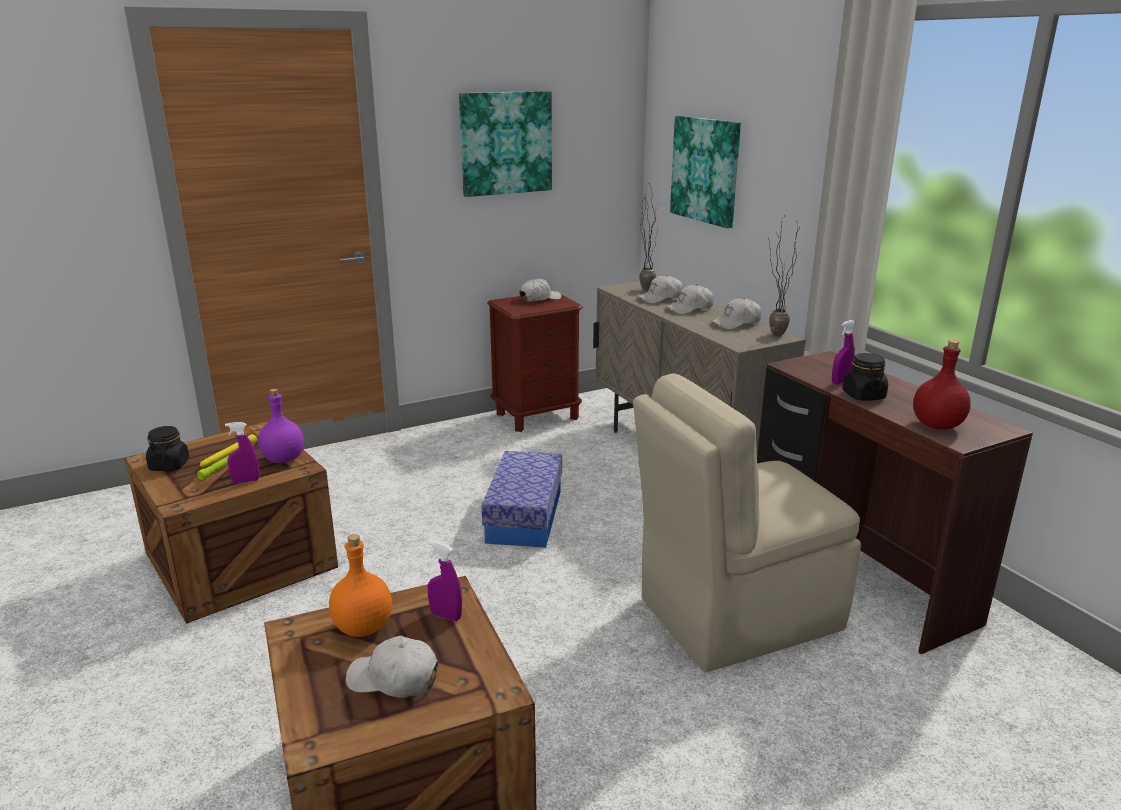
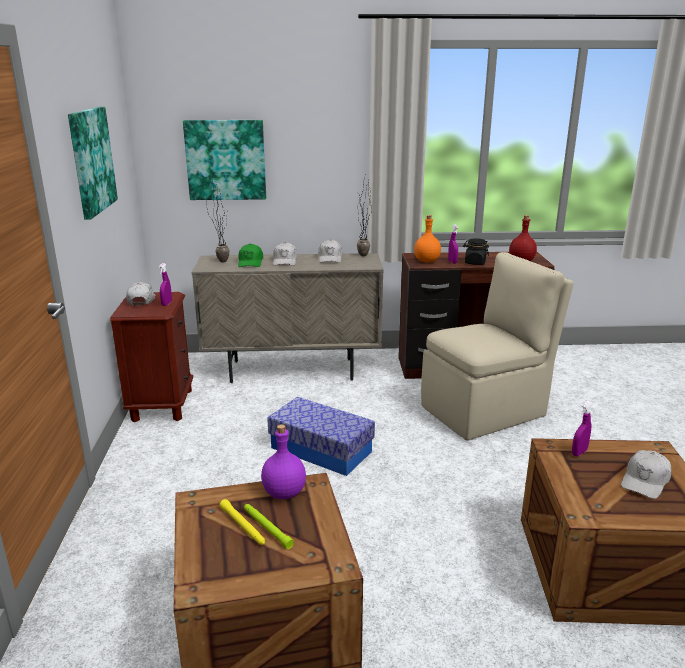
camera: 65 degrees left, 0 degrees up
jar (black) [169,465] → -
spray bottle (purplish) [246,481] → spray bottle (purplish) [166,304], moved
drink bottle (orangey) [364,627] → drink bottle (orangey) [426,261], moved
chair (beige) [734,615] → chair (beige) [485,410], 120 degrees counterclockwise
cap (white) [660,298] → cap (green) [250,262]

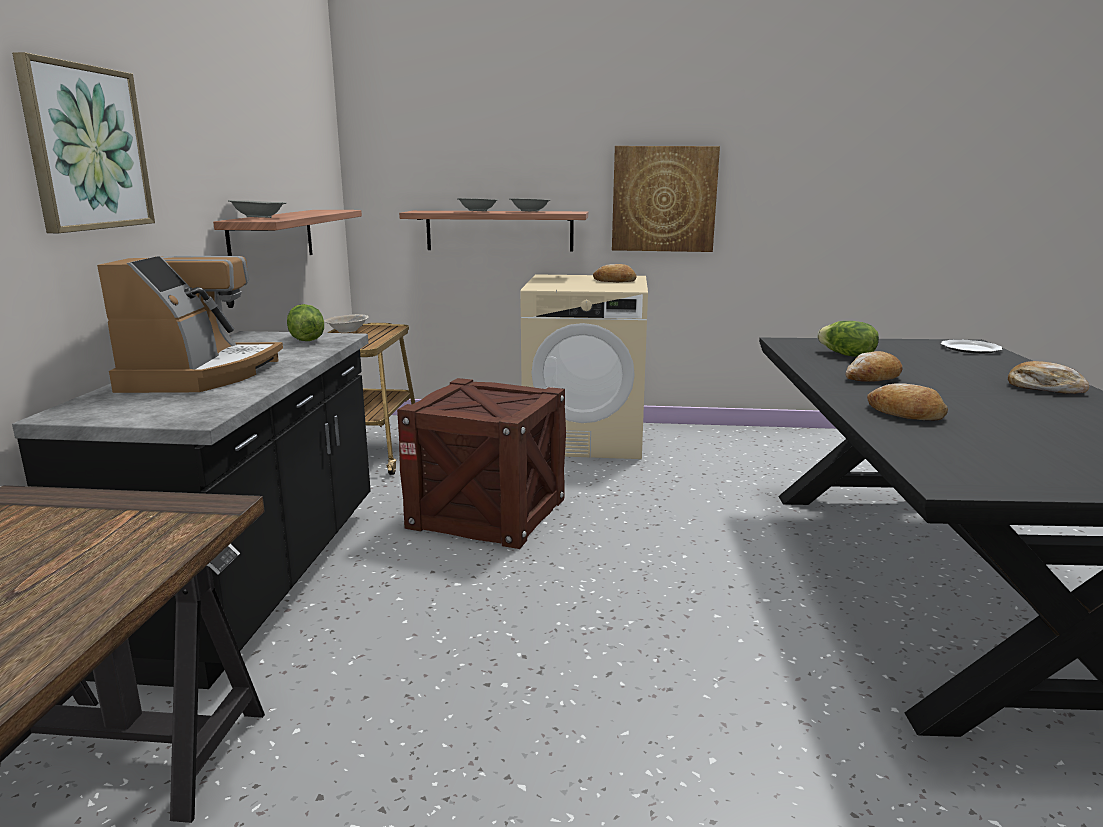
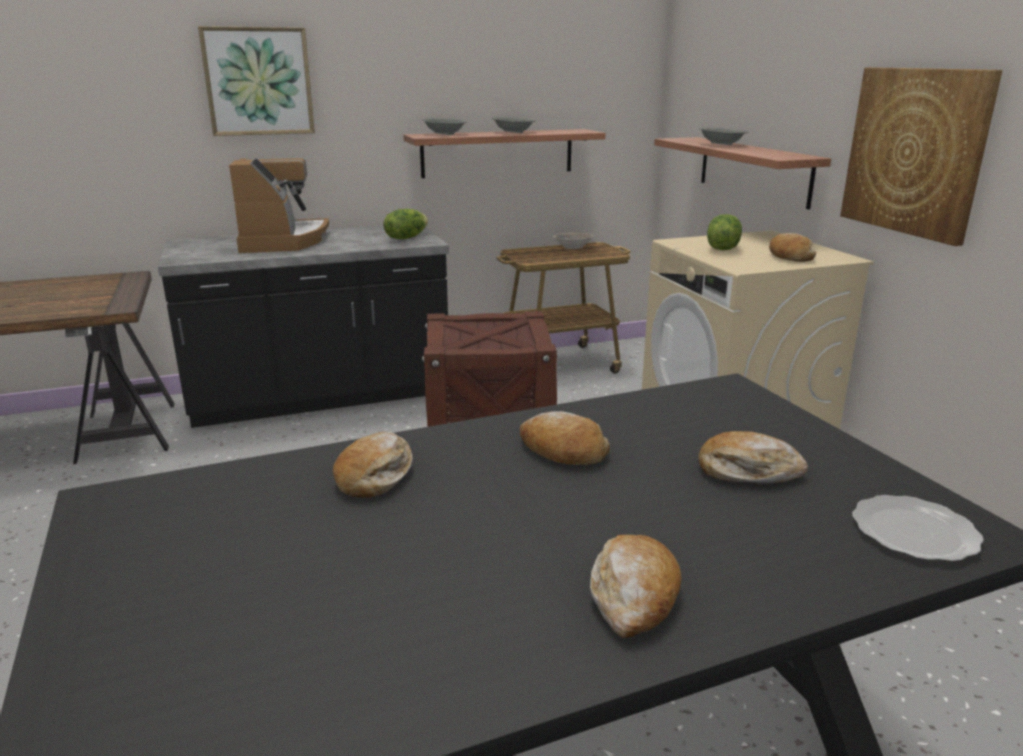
camera: 65 degrees right, 5 degrees up
coffee maker [201,374] → coffee maker [283,241], 75 degrees counterclockwise
bowl (gray) [529,211] → bowl (gray) [513,132], moved
head of lettuce [846,355] → head of lettuce [722,248], moved
- → baked bread [747,471]

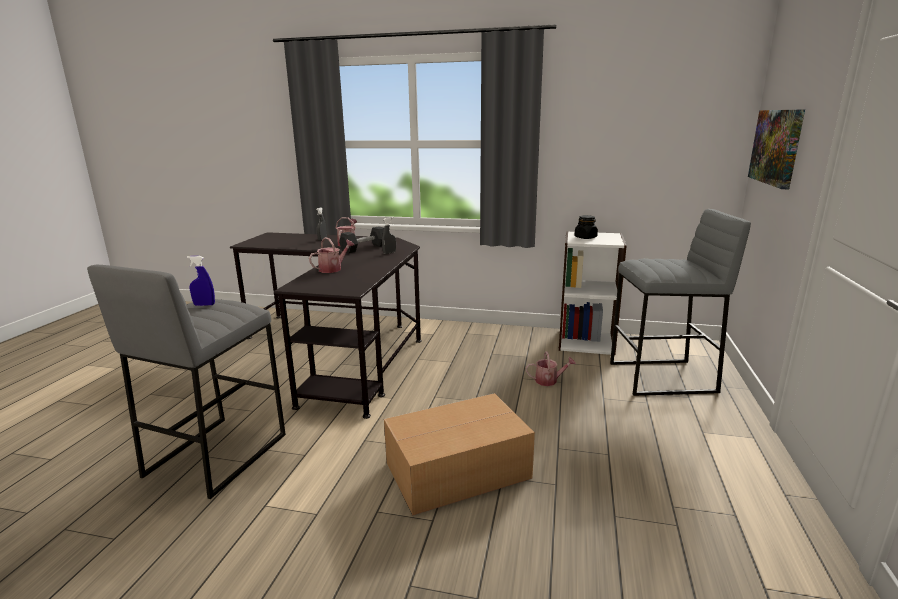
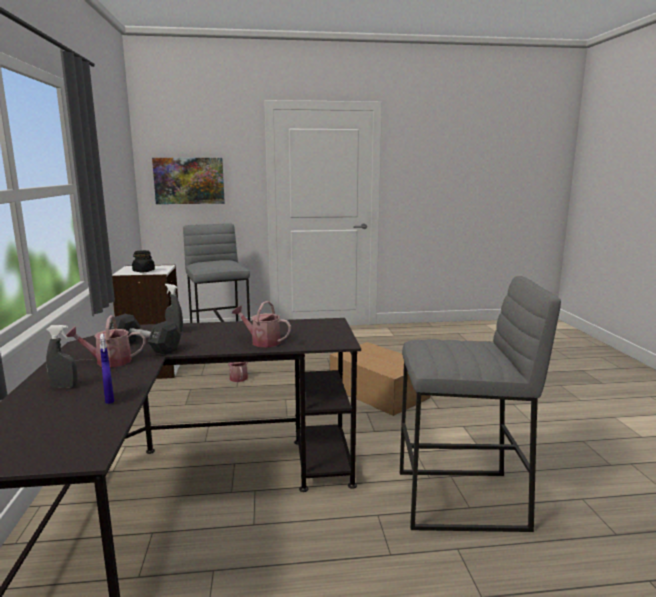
camera: 110 degrees left, 5 degrees down
spray bottle (blue-coloured) [204,305] → spray bottle (blue-coloured) [109,399], moved

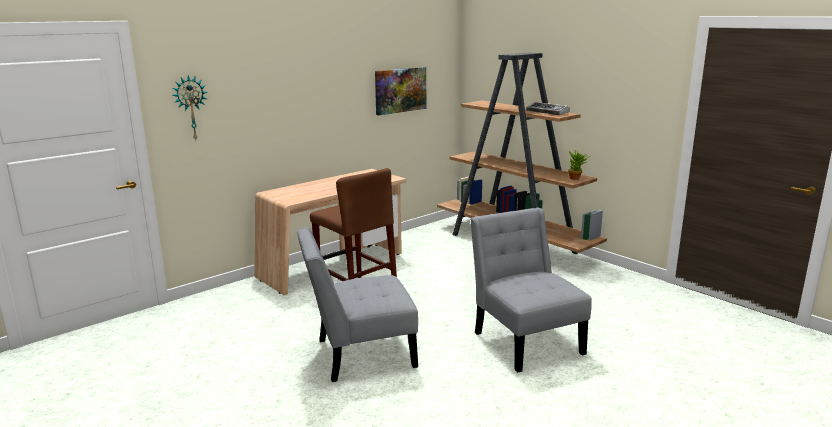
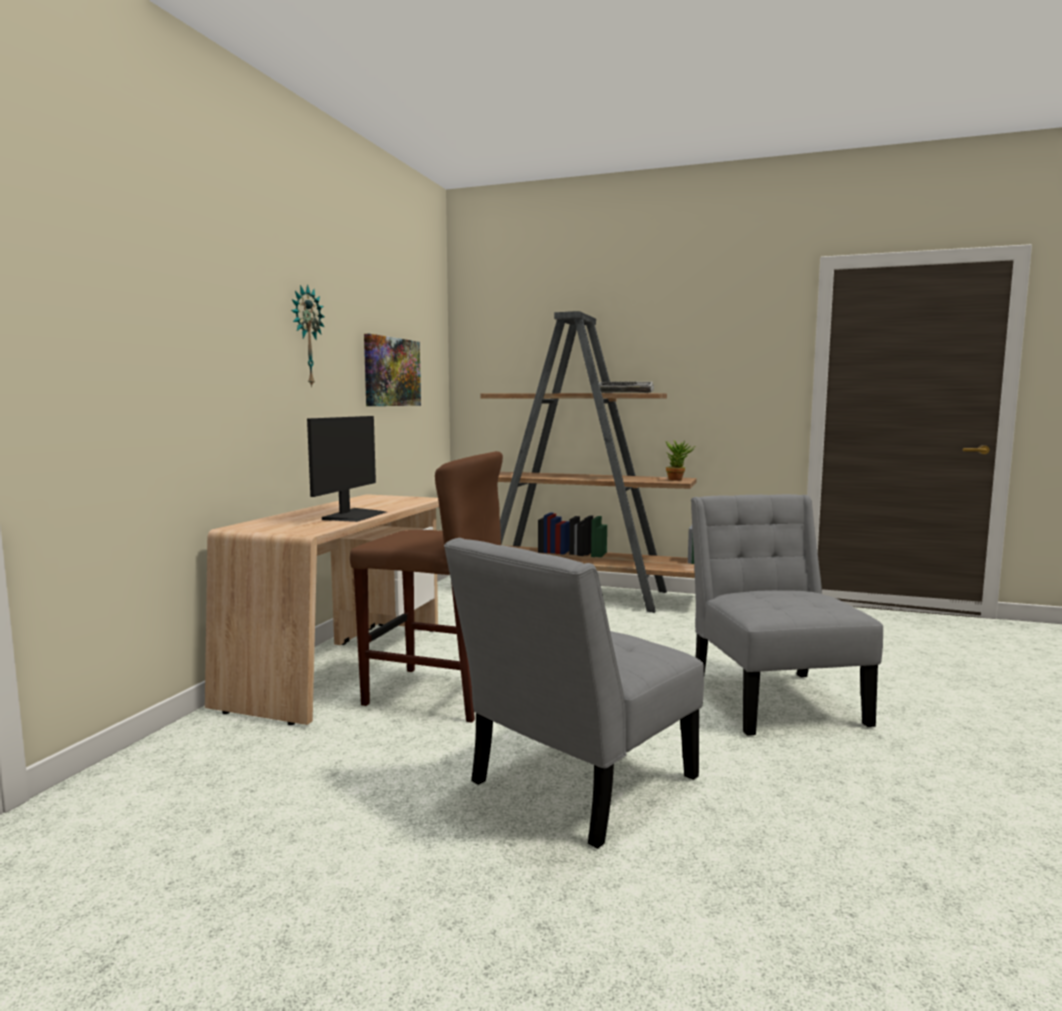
camera: 30 degrees left, 10 degrees down
wall clock [190,108] → wall clock [305,336], moved
chair (gray) [525,340] → chair (gray) [773,698], 45 degrees clockwise
- → computer screen [354,515]

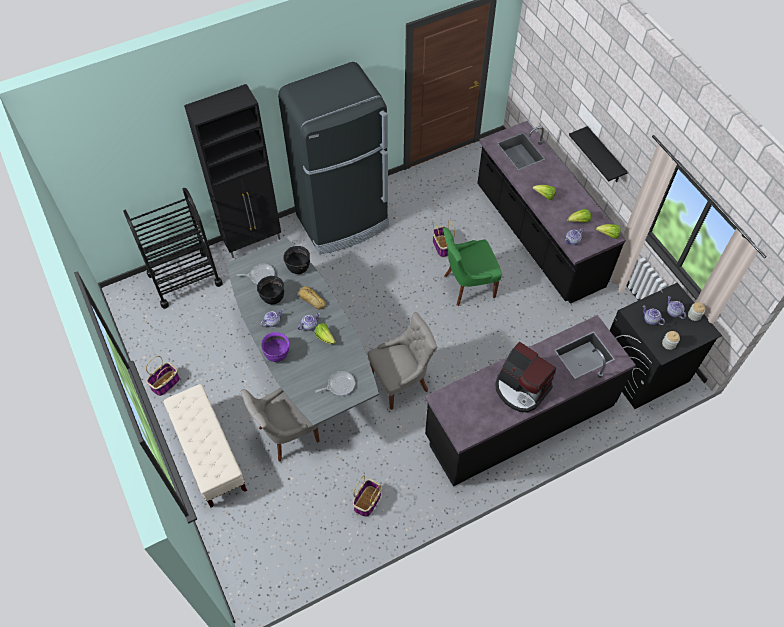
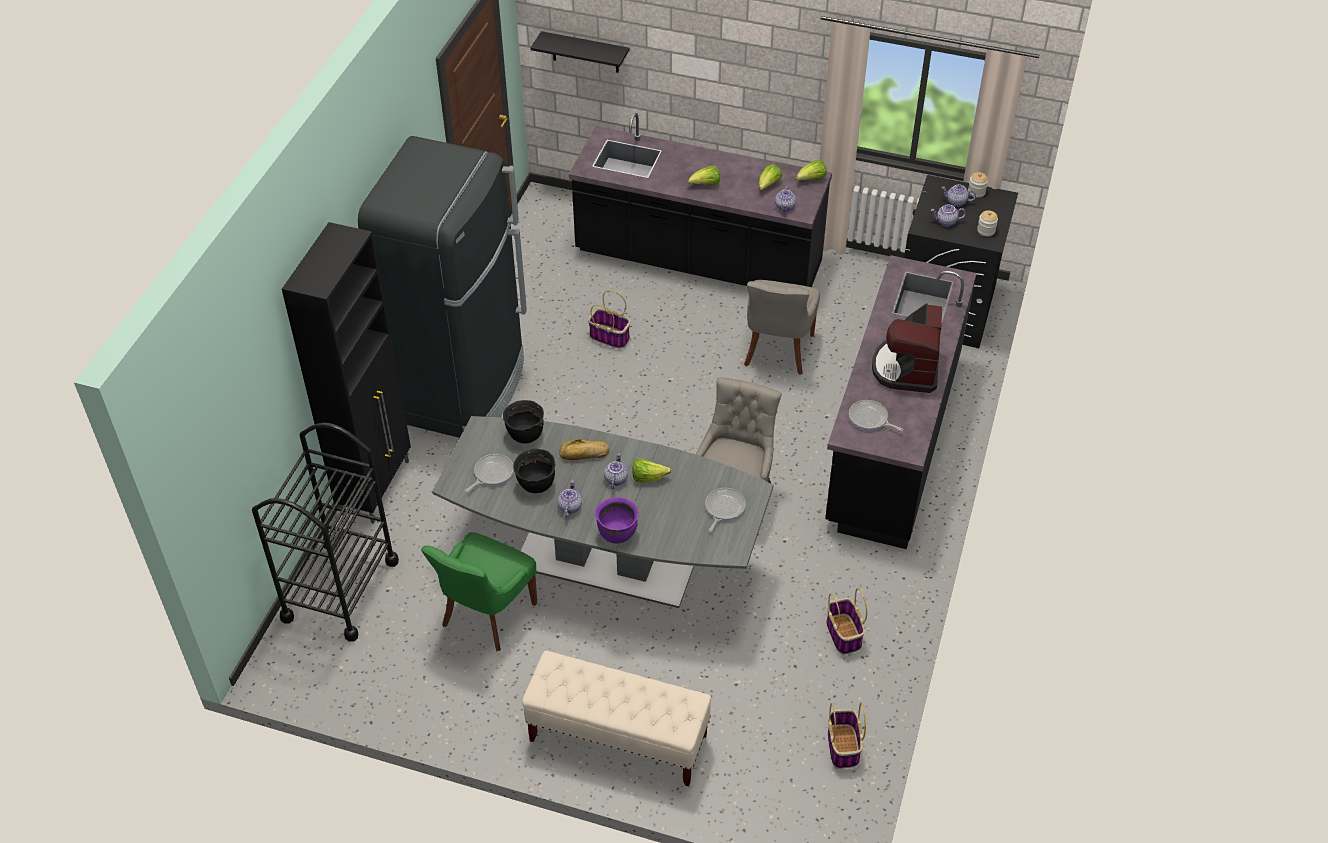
camera: 45 degrees left, 10 degrees down
storage basket [165,384] → storage basket [843,747], moved
chair (gray) [287,434] → chair (gray) [777,351], moved
chair (green) [467,285] → chair (green) [486,615], moved
coffee maker [521,388] → coffee maker [906,368], 105 degrees clockwise
bracket shelf (black) [604,156] → bracket shelf (black) [585,52], moved
- → skillet [870,419]

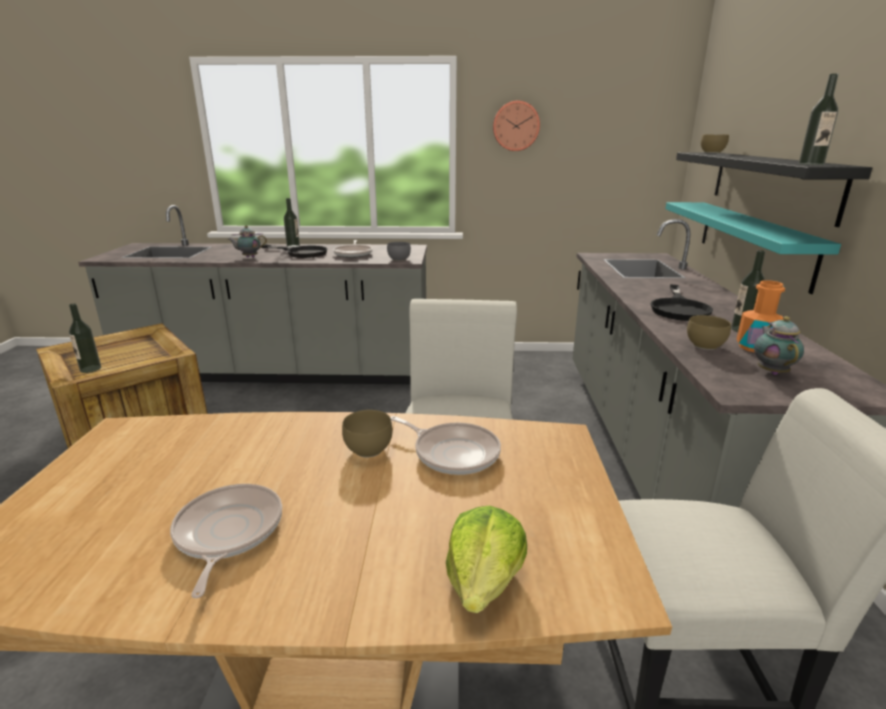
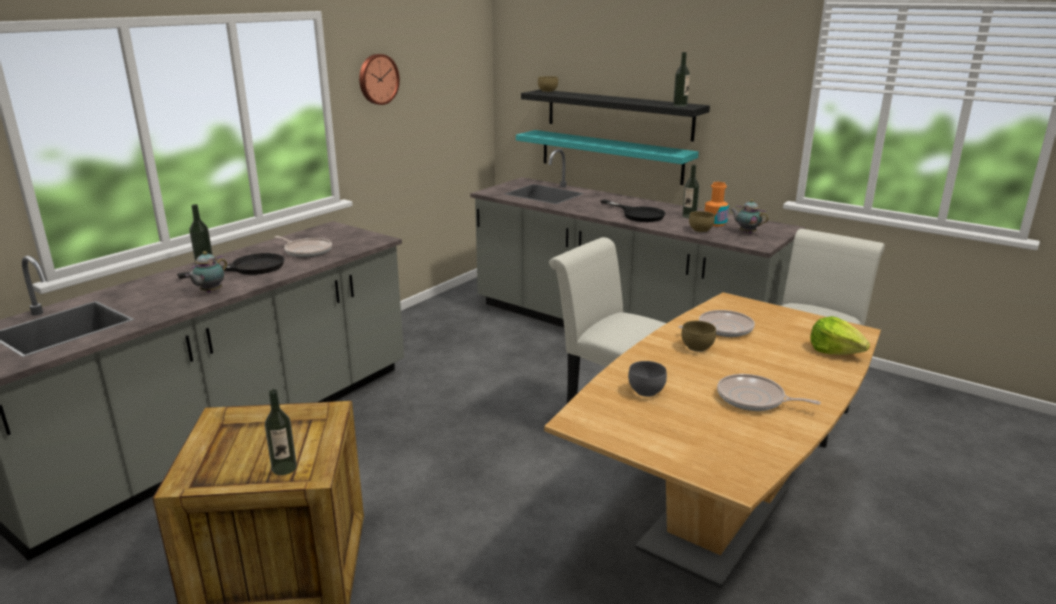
camera: 55 degrees left, 0 degrees up
bowl (gray) [398,259] → bowl (gray) [646,392], moved

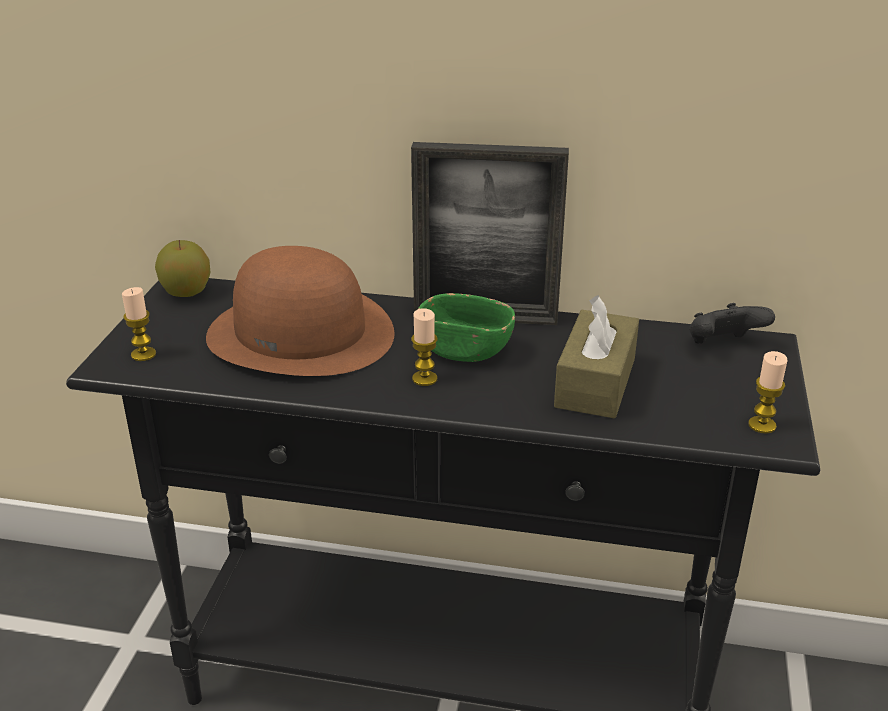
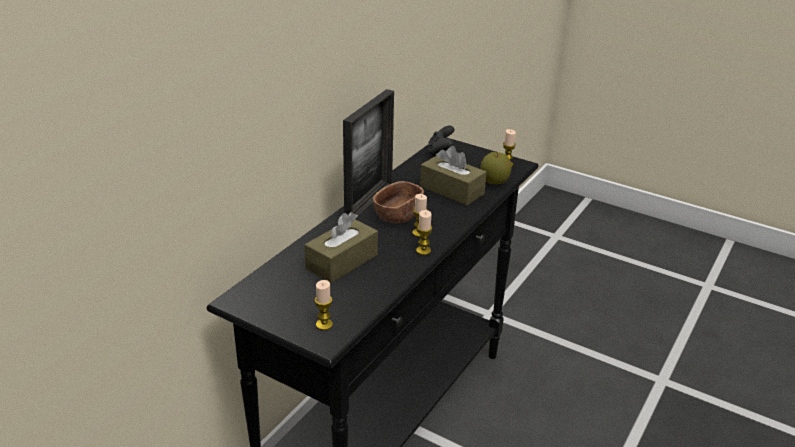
camera: 70 degrees left, 0 degrees up
apple [186,292] → apple [494,182], moved
wearable hat (brownish) [301,333] → tissue holder (brownish) [342,262]
bowl (green) [465,350] → bowl (brownish) [398,215]
- → wax candle [423,251]

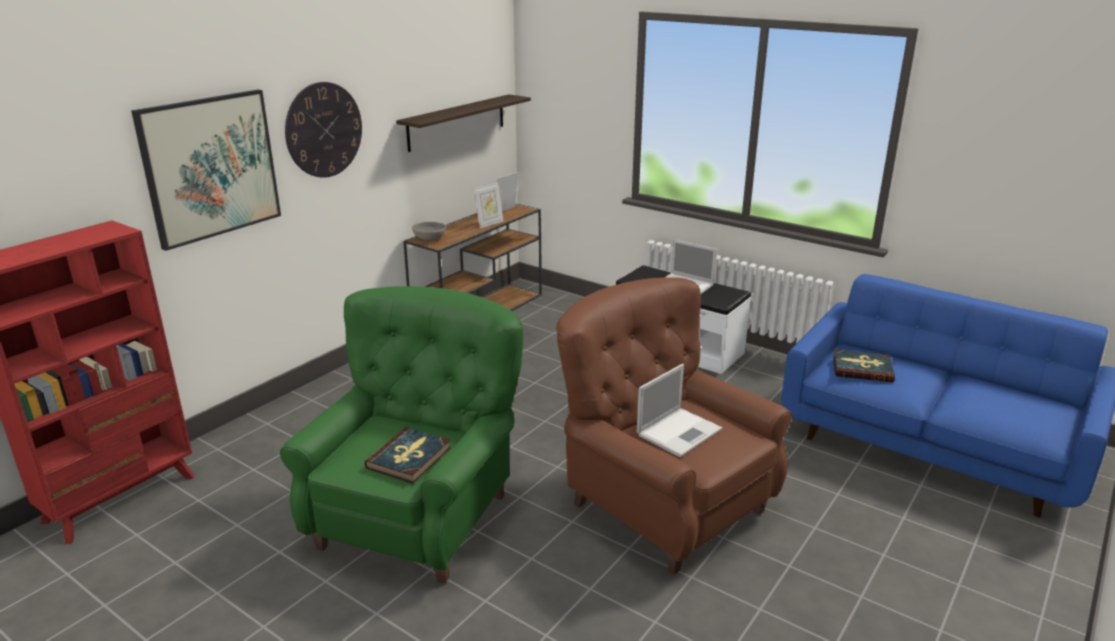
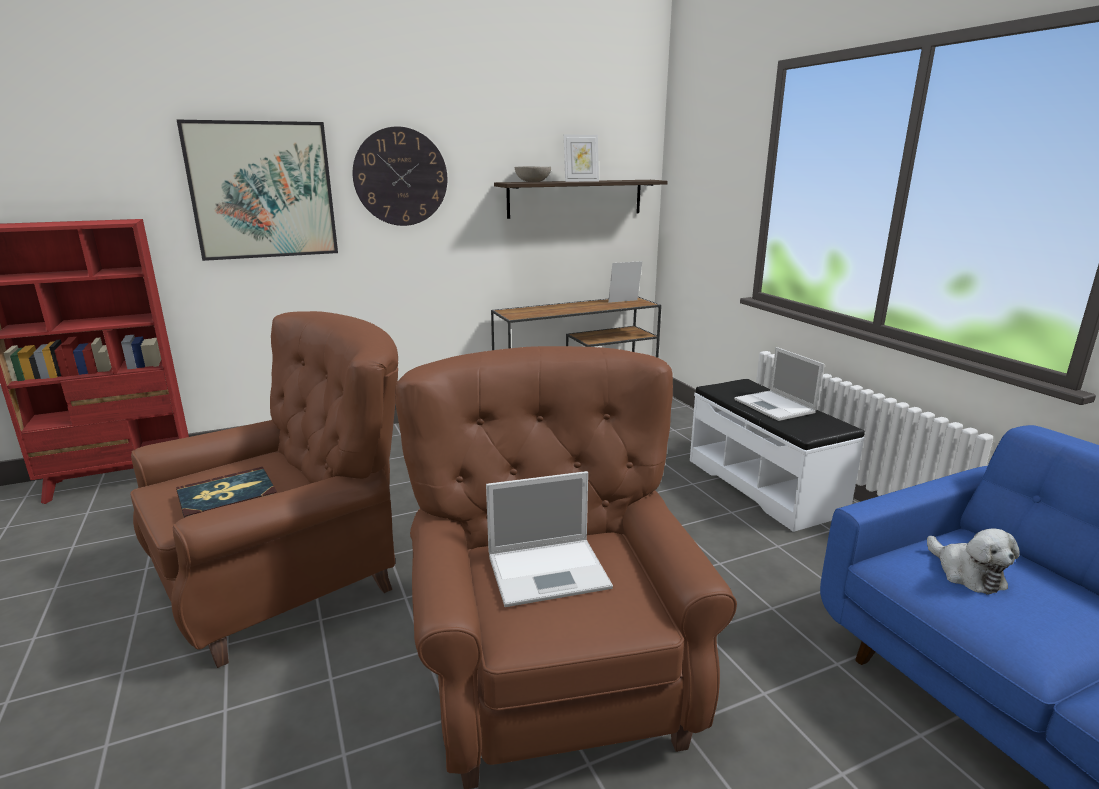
camera: 30 degrees right, 5 degrees down
lounge chair (green) [418,516] → lounge chair (brownish) [291,580]
bowl (gray) [430,239] → bowl (gray) [533,182], moved
standing frame [489,224] → standing frame [581,181], moved
volume [862,369] → soft toy [967,573]

